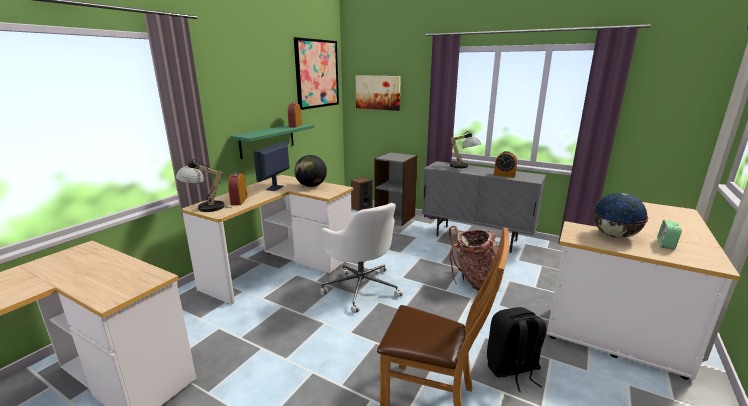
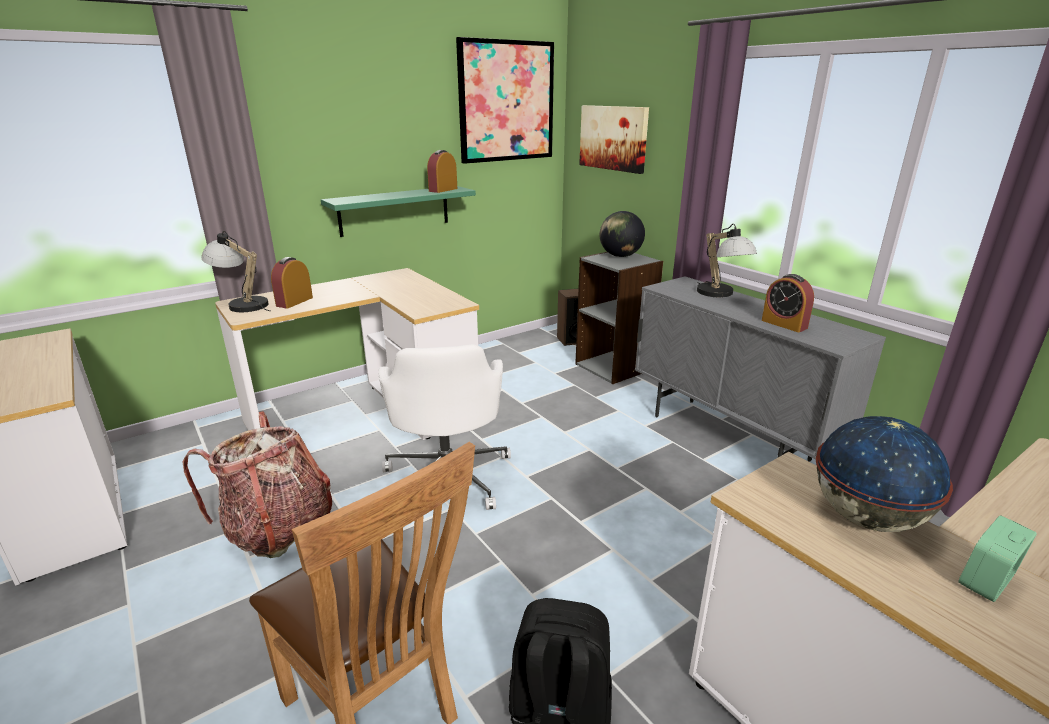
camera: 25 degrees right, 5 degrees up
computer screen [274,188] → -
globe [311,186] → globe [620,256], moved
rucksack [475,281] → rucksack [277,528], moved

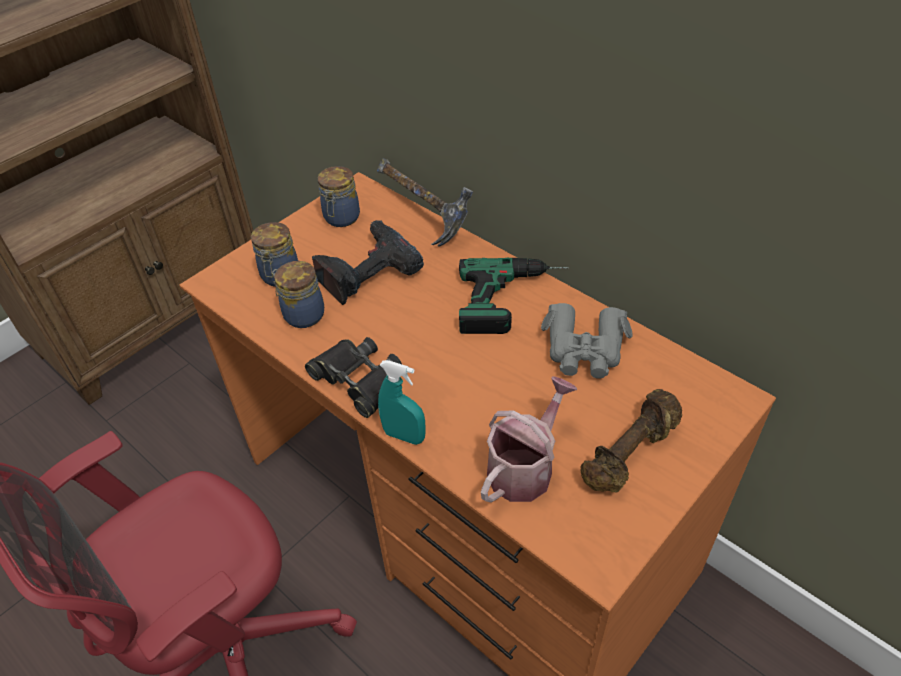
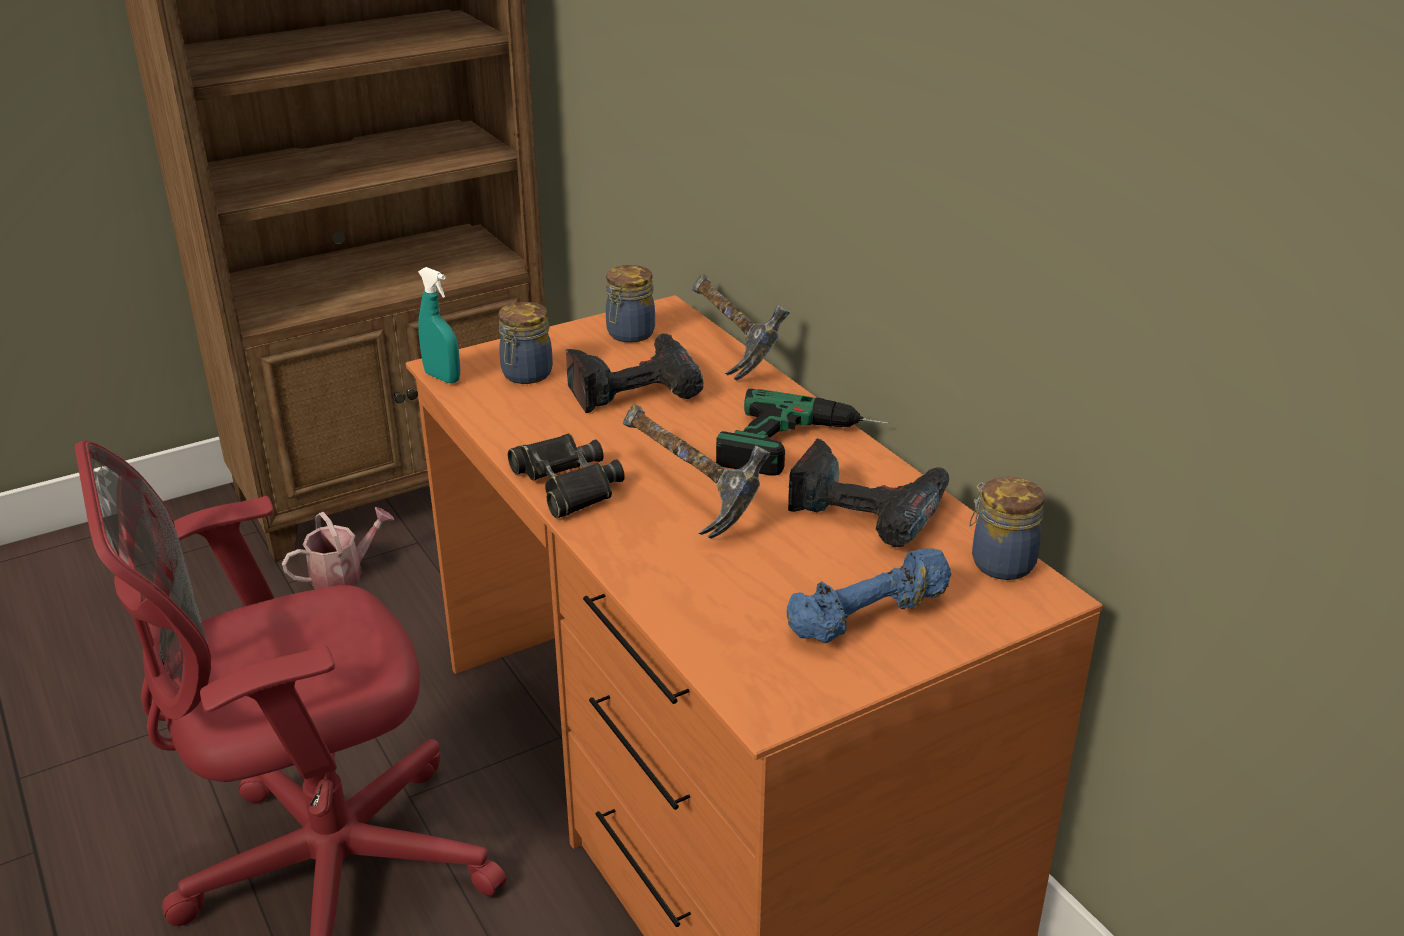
camera: 15 degrees right, 15 degrees down
jar [302,314] → jar [1000,562], moved
spray bottle (turquoise) [404,436] → spray bottle (turquoise) [442,377], moved
sprinkling can [525,467] → sprinkling can [343,574], moved
binoculars (gray) [584,349] → power drill [867,509]
dumbbell (brownish) [631,454] → dumbbell (blue-coloured) [869,618]
- → hammer [690,494]

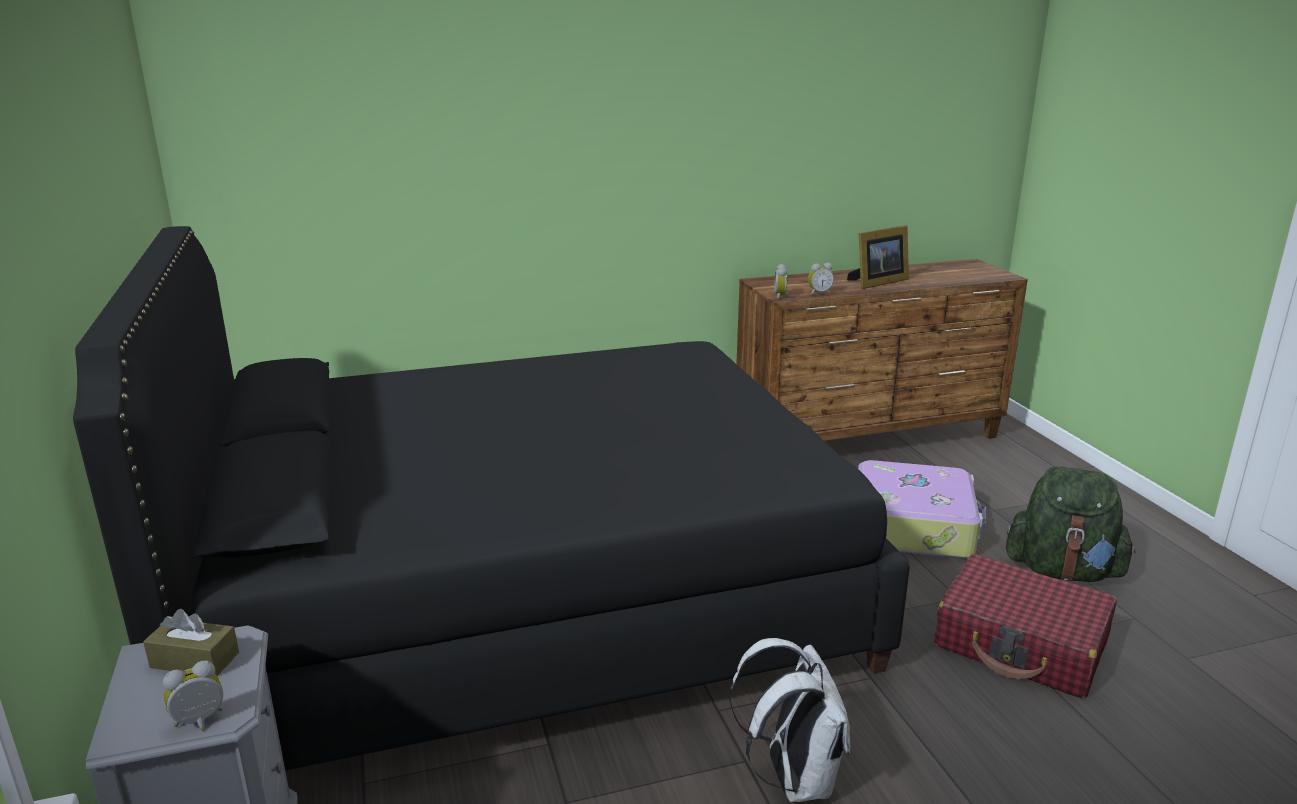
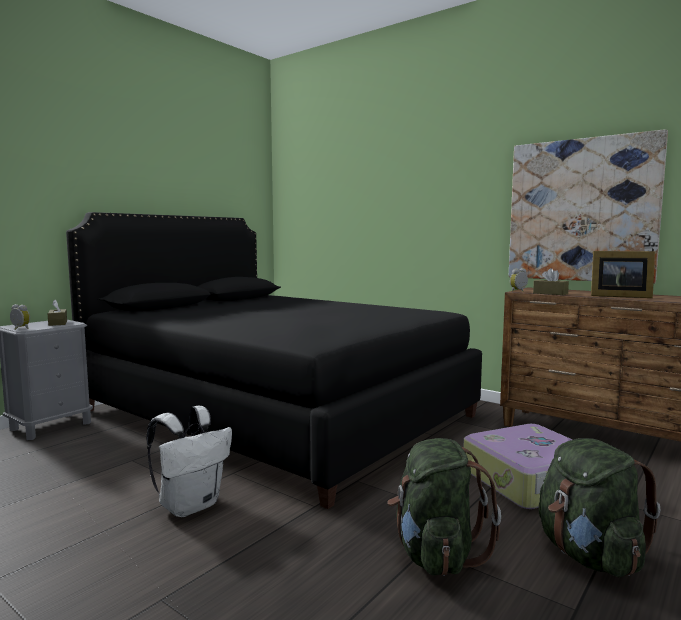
camera: 55 degrees right, 15 degrees down
bedside clock [819,293] → tissue holder (brownish) [550,293]
piece of luggage (reddish) [1021,644] → rucksack (green) [436,554]
- → wall art [581,210]

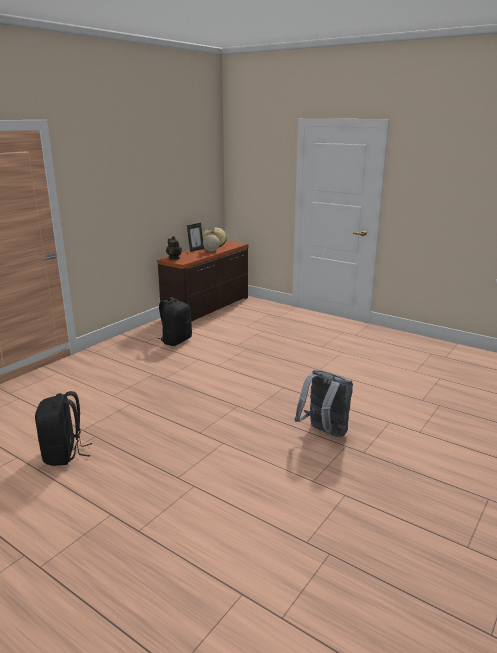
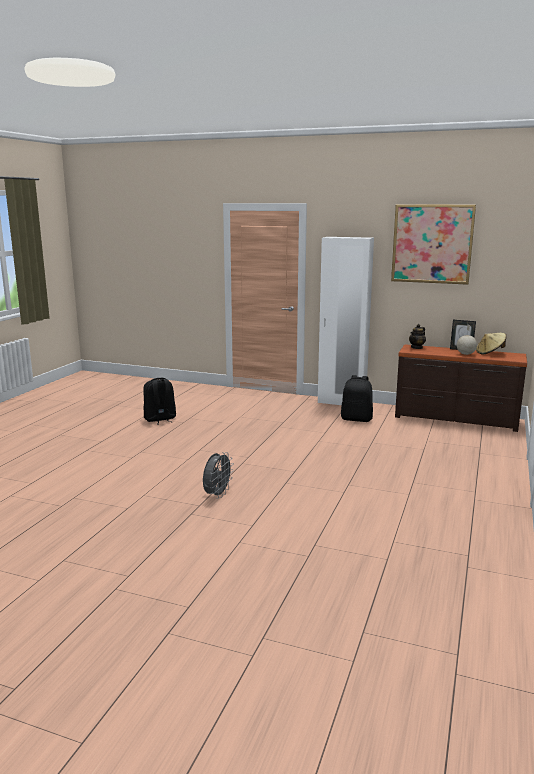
camera: 75 degrees right, 5 degrees down
rucksack (gray) [324,433] → electric fan (gray) [217,495]
- → armoire (white) [341,402]
- → wall art [432,244]

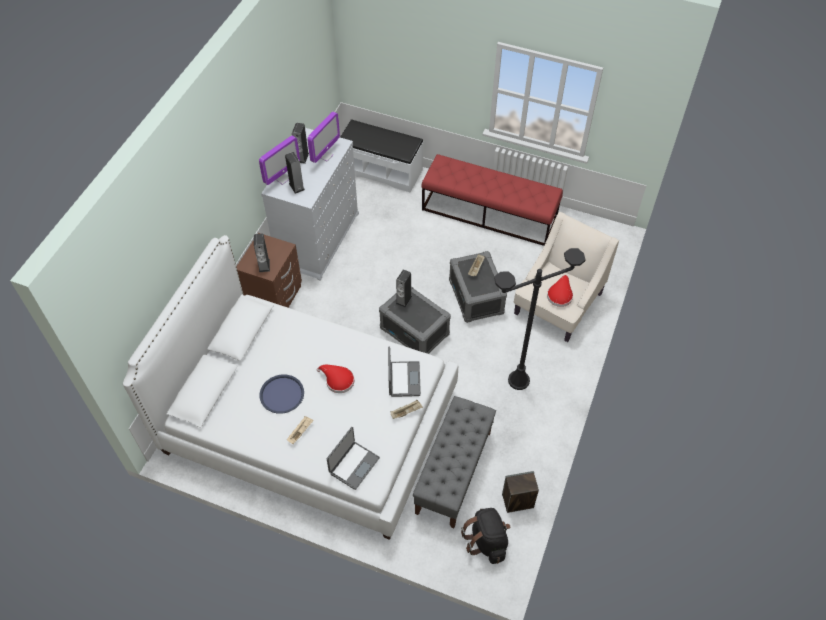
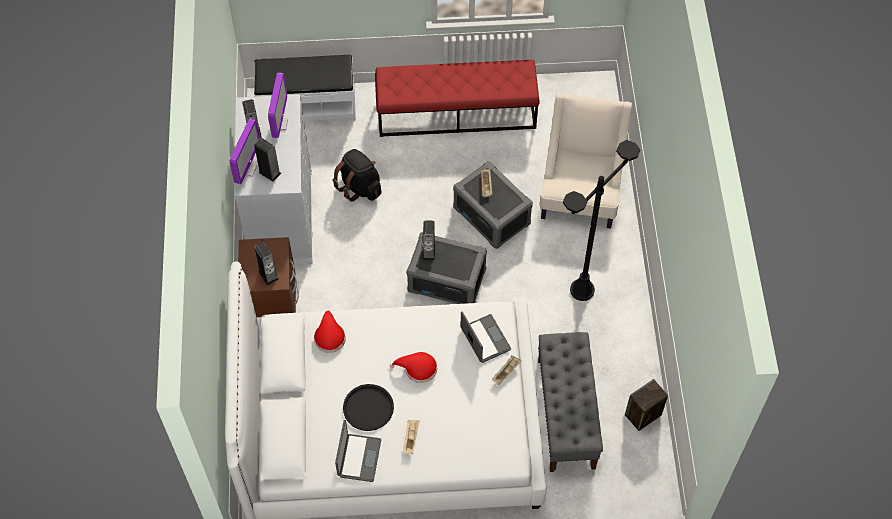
camera: 25 degrees left, 5 degrees up
tray (blue-coloured) [282,394] → tray (black) [368,408]
notebook computer [353,465] → notebook computer [358,458], moved
rucksack (black) [487,541] → rucksack (black) [359,187], moved
wearable hat (reddish) [560,294] → wearable hat (reddish) [329,336], moved

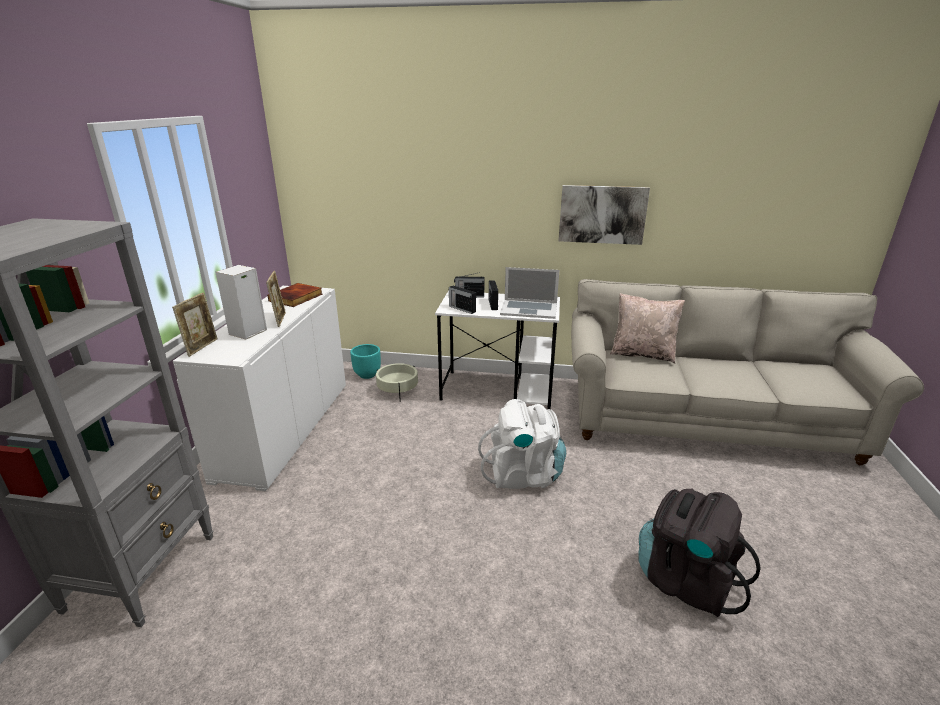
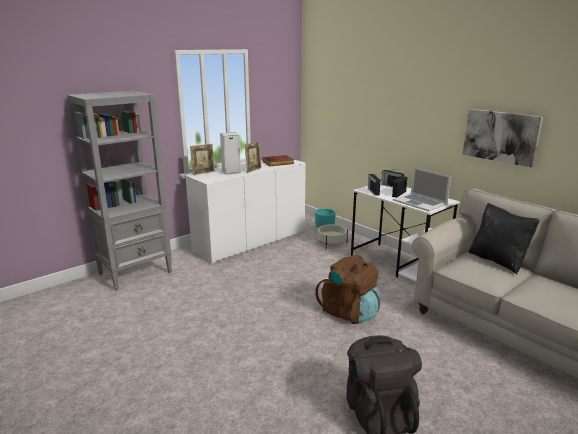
camera: 40 degrees right, 5 degrees down
rucksack (white) [523,475] → rucksack (brownish) [349,312]
throw pillow (beige) [642,354] → throw pillow (black) [498,261]

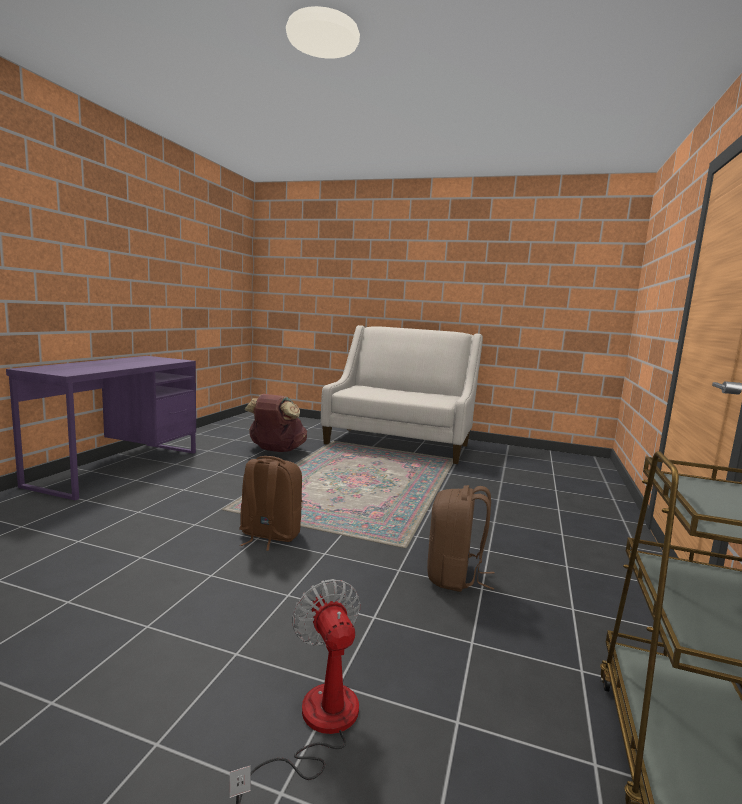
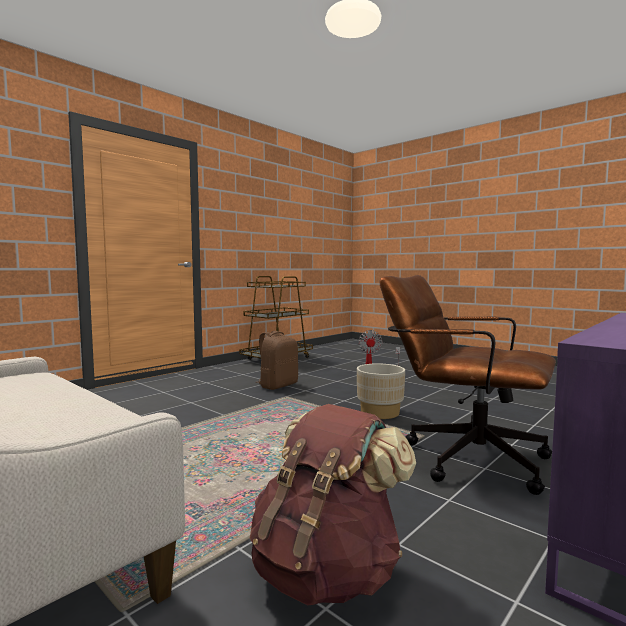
camera: 155 degrees left, 5 degrees down
rucksack (brownish) [269,535] → plant pot (beige) [380,413]
- → desk chair (brownish) [463,456]

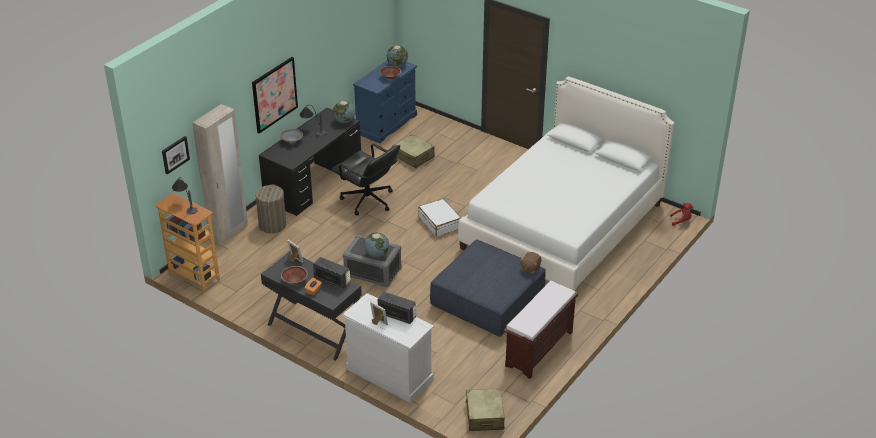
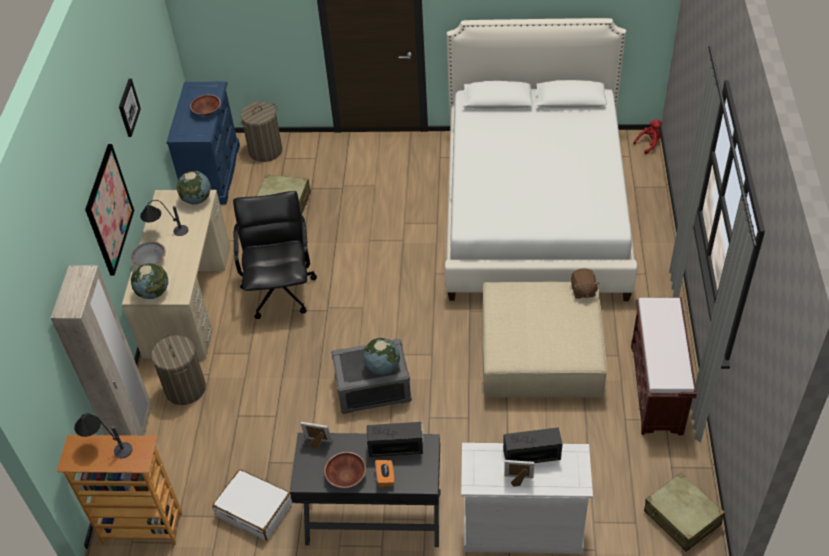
camera: 30 degrees left, 10 degrees up
wall art [175,154] → wall art [128,107], moved
desk unit (black) [314,182] → desk unit (beige) [189,299]
desk chair (black) [368,201] → desk chair (black) [280,291], 105 degrees counterclockwise
globe [397,65] → globe [154,293], moved
piece of luggage (white) [440,222] → piece of luggage (white) [255,509], moved
pouffe (blue-coloured) [487,299] → pouffe (beige) [541,353]
- → laundry basket [265,151]

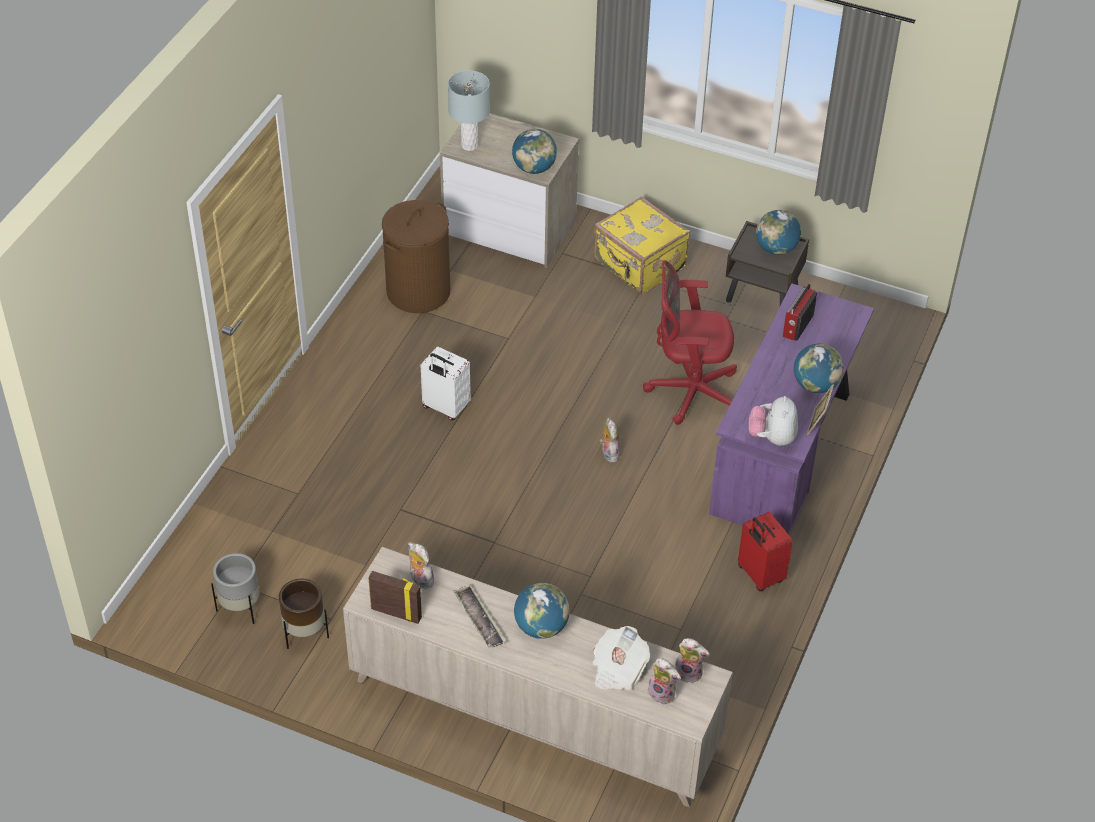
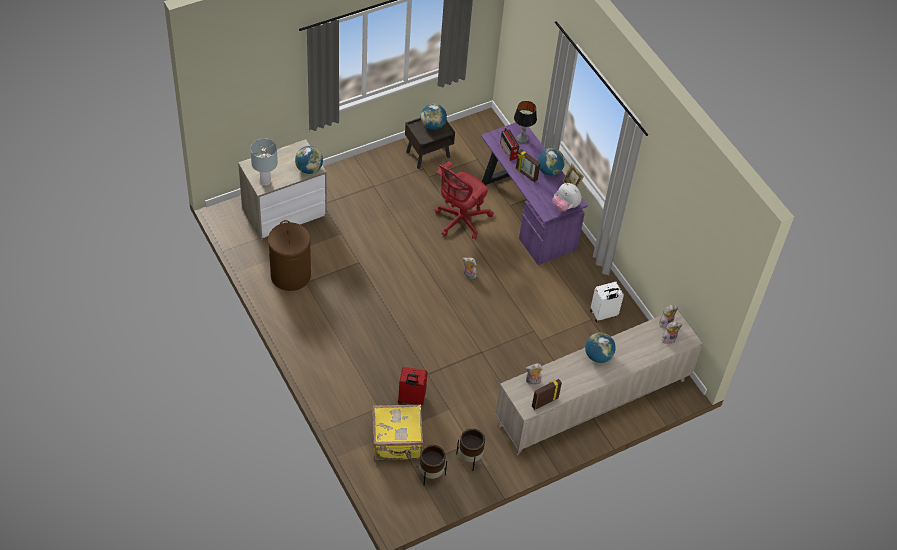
camera: 55 degrees left, 5 degrees up
plant pot (gray) [240,608] → plant pot (brownish) [430,474]
piece of luggage (white) [445,408] → piece of luggage (white) [603,314], moved
tray [479,619] → -
printed paper [617,669] → -
piece of luggage (yellow-coloured) [639,265] → piece of luggage (yellow-coloured) [397,443], moved
piece of luggage (reddish) [759,575] → piece of luggage (reddish) [411,399], moved
- → table lamp [522,138]
- → standing frame [526,174]

